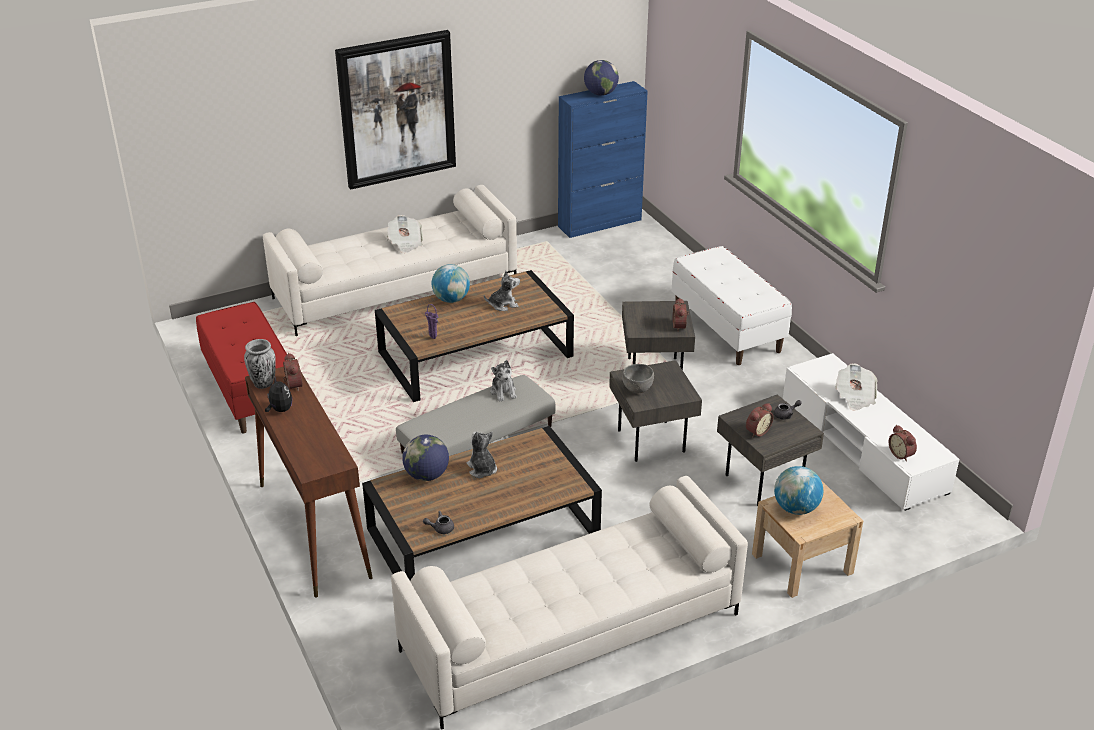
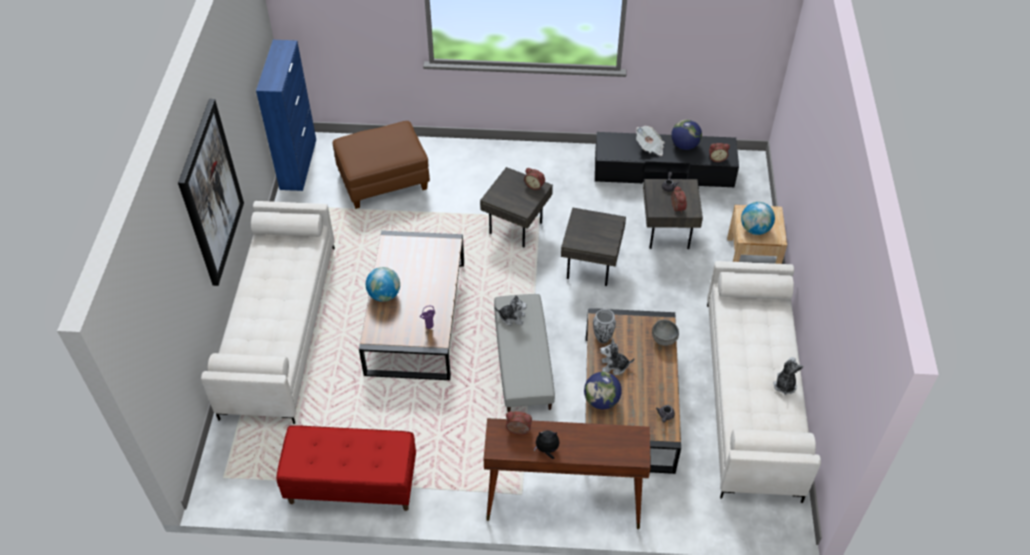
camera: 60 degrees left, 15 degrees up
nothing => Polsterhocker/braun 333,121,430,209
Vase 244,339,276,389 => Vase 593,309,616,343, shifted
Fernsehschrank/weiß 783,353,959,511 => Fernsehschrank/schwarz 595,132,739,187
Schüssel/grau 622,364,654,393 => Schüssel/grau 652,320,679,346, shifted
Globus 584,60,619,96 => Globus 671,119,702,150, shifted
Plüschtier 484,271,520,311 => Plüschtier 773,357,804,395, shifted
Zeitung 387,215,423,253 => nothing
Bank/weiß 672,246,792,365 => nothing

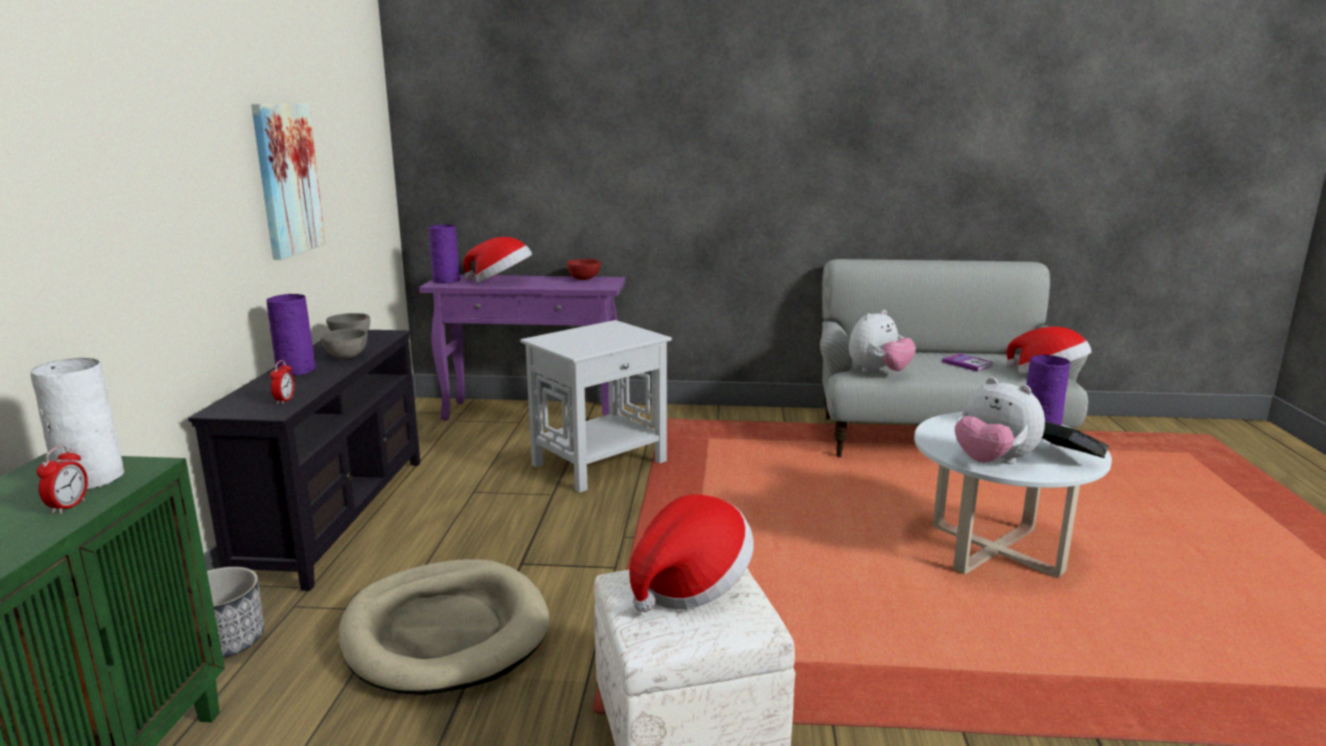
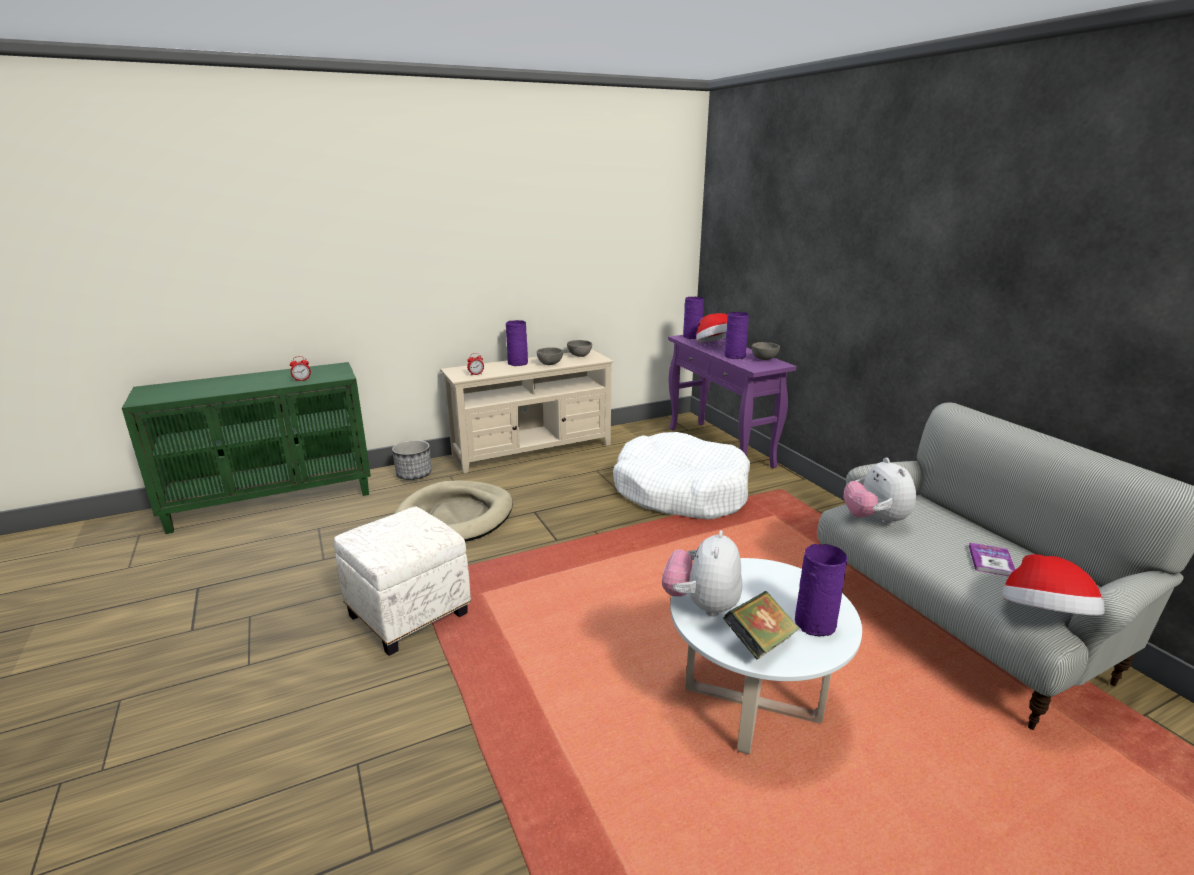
camera: 60 degrees right, 5 degrees up
Fernsehschrank/schwarz 188,330,420,591 => Fernsehschrank/beige 441,350,613,473
Beistelltisch/weiß 520,320,672,493 => Hundebett/weiß 613,432,750,519
nothing => Vase/lila 724,312,749,359
Schüssel/rot 567,259,601,280 => Schüssel/grau 752,342,780,360
Plüschtier 849,310,916,373 => Plüschtier 844,458,916,525, 60 degrees clockwise
Vase/weiß 31,358,124,490 => nothing
Bild 251,103,326,260 => nothing
Hut 629,494,754,612 => nothing

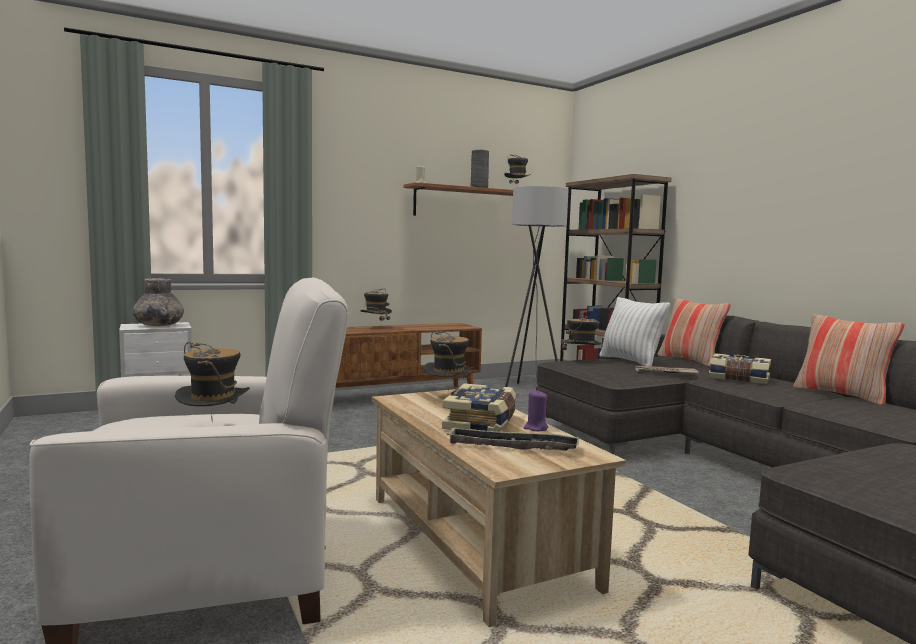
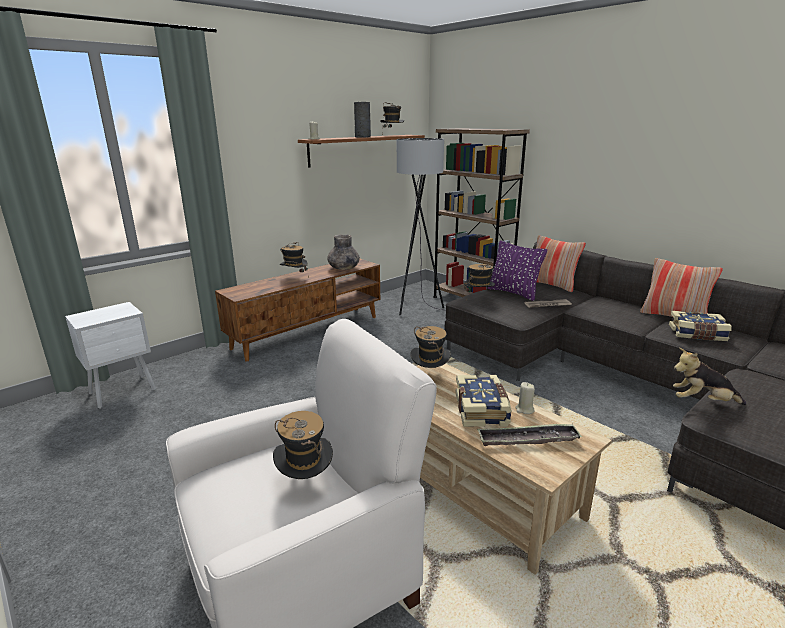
camera: 15 degrees left, 15 degrees up
Vase/grau 133,278,184,326 => Vase/grau 327,234,360,270, shifted
Kissen/weiß 599,297,670,366 => Kissen/lila 488,241,547,301
Kerze/lila 524,390,548,431 => Kerze/beige 515,382,535,414
Buch 709,353,771,384 => Buch 669,311,732,341, shifted
nothing => Plüschtier 673,348,746,405

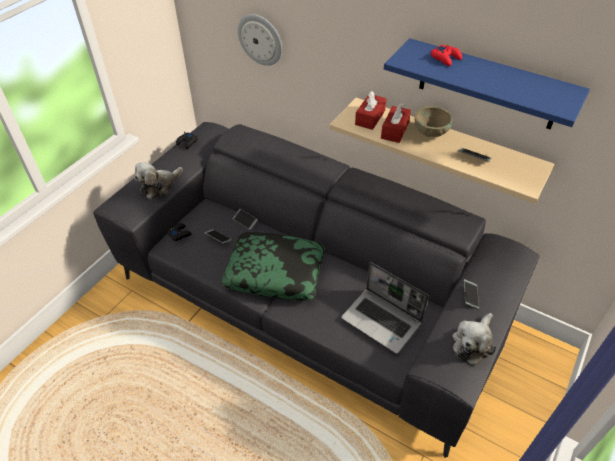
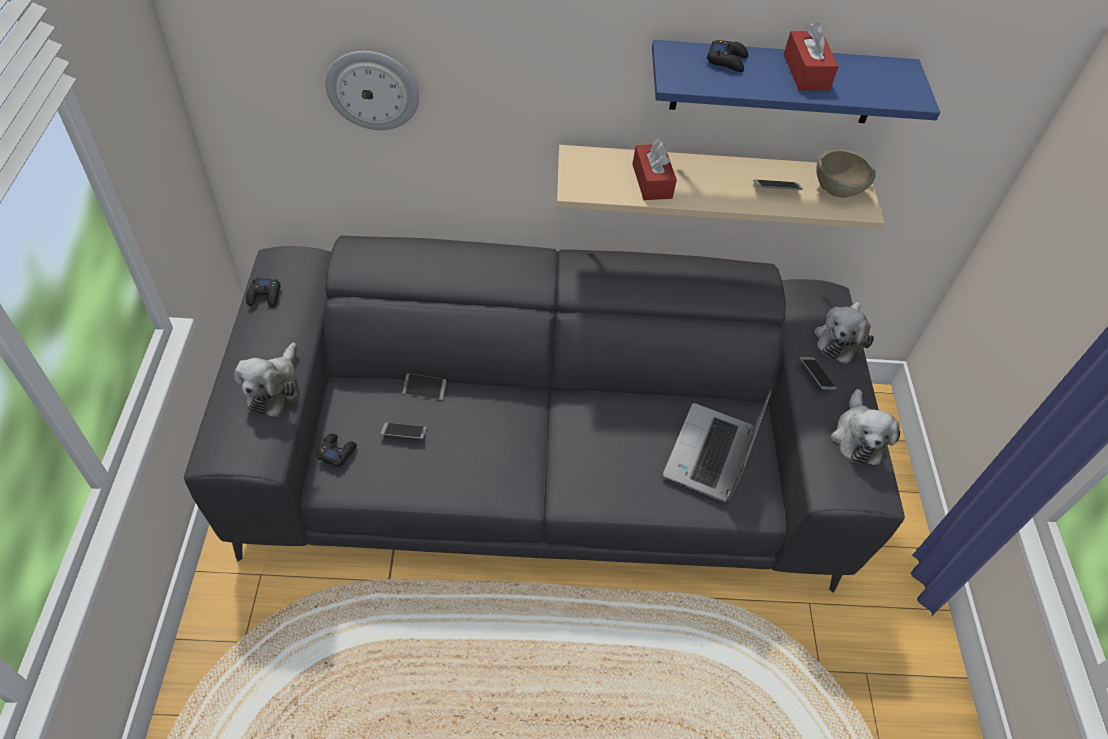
camera: 35 degrees left, 5 degrees up
Laptop 341,262,429,354 => Laptop 663,389,771,502, 105 degrees clockwise
Gamepad/rot 431,45,462,66 => Gamepad/schwarz 707,40,748,72
Taschentuchbox/rot 355,91,386,130 => Taschentuchbox/rot 784,23,838,90, shifted
nothing => Plüschtier 814,302,874,364
Schüssel/beige 415,106,453,137 => Schüssel/beige 816,149,876,198, shifted
Kissen 222,232,326,301 => nothing

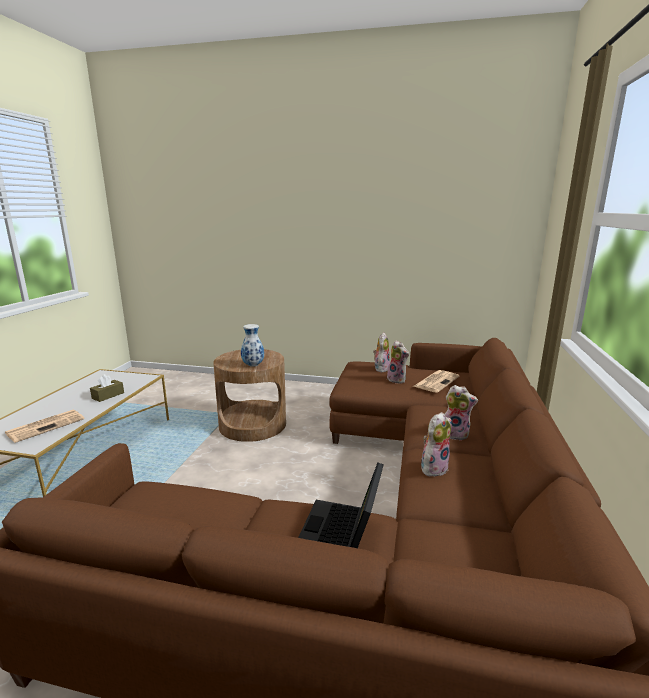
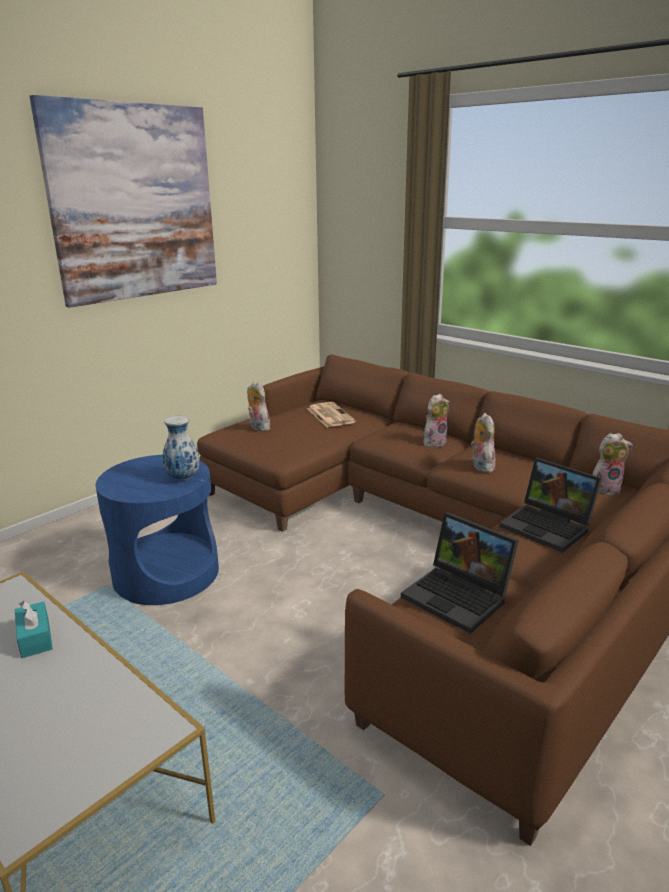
camera: 60 degrees left, 5 degrees up
Taschentuchbox/braun 90,374,124,402 => Taschentuchbox/türkis 15,601,53,658
nothing => Bild 29,95,217,308
Beistelltisch/braun 213,349,286,442 => Beistelltisch/blau 96,455,219,605
nothing => Laptop 401,512,519,634
Plüschtier 386,340,409,384 => Plüschtier 592,433,633,495, shifted
Zeitung 5,410,85,443 => nothing

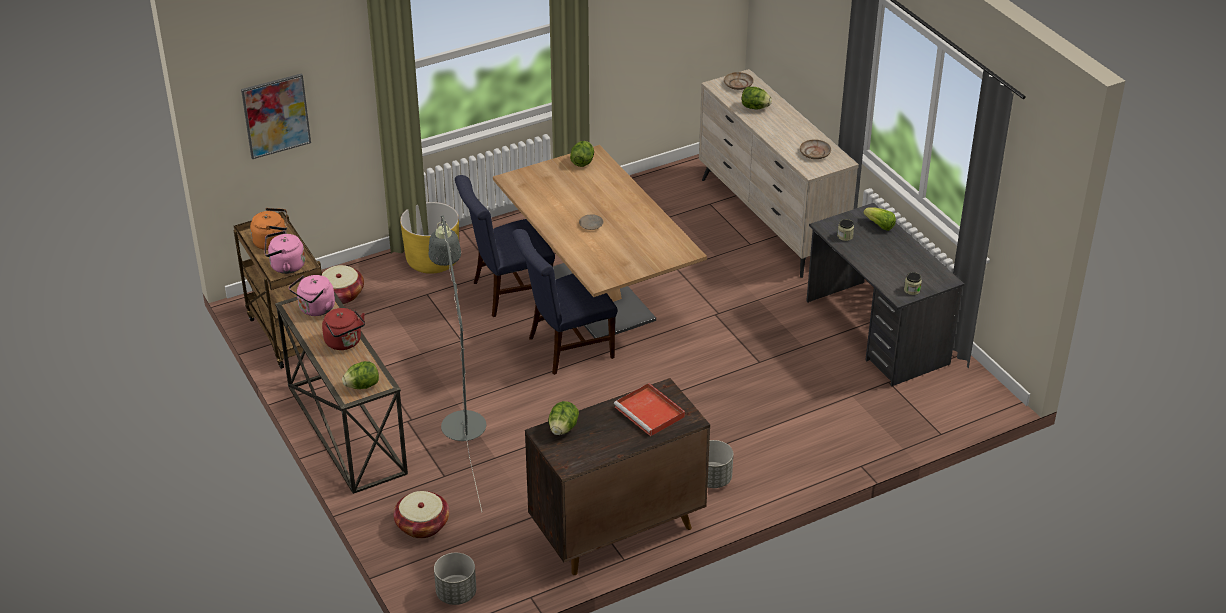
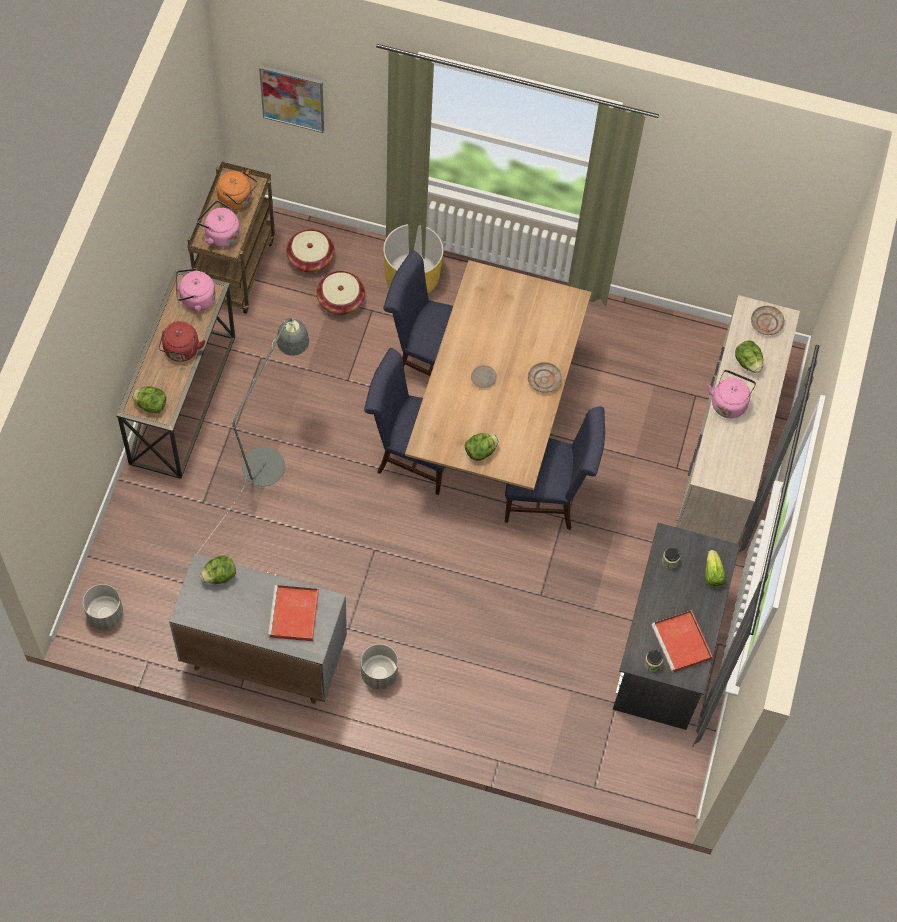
camera: 40 degrees right, 25 degrees up
Schrank/braun 525,378,710,575 => Schrank/grau 169,553,347,704
Korb 393,491,449,538 => Korb 317,271,365,315, shifted
Salatkopf 570,141,594,167 => Salatkopf 465,433,499,461, shifted
nothing => Stuhl/blau 505,407,605,530
Teller/beige 800,139,831,159 => Teller/beige 528,362,562,393, shifted
nothing => Tablett/rot 651,610,713,673
nothing => Wasserkessel/rosa 707,370,756,418

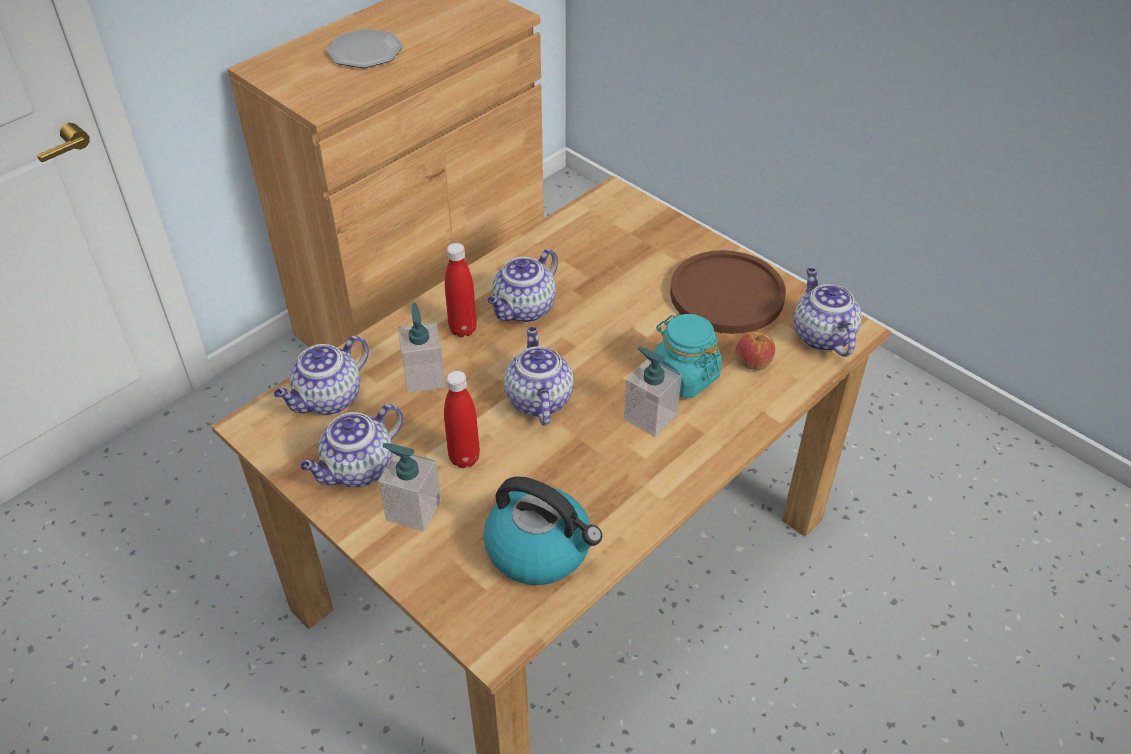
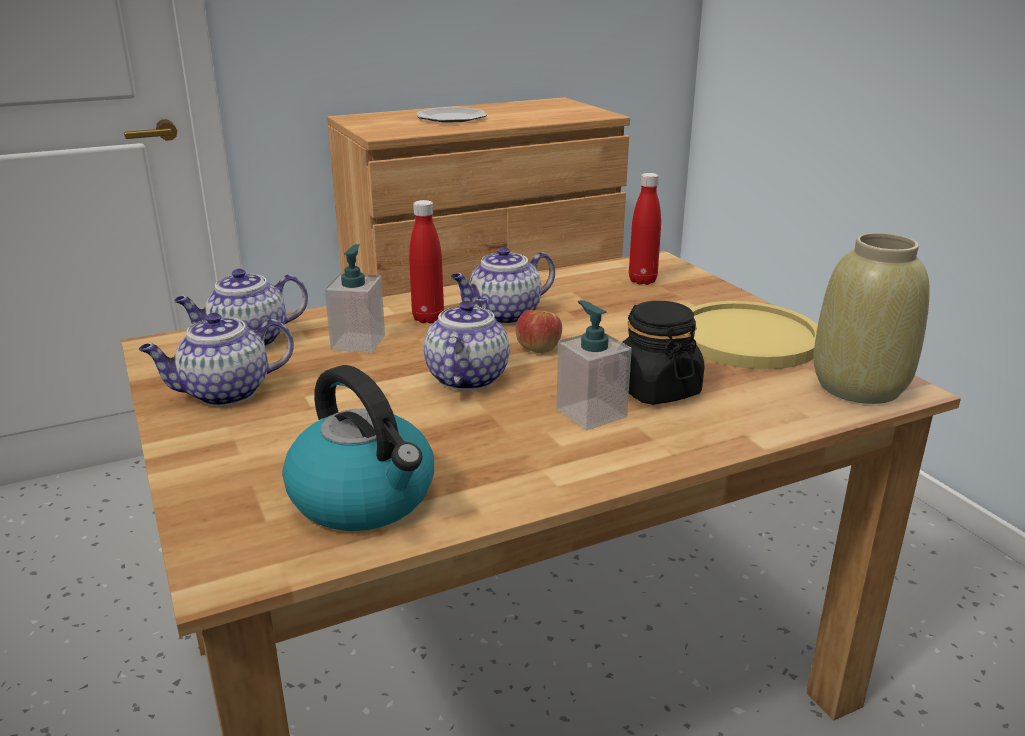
camera: 20 degrees right, 20 degrees down
Apfel 735,332,775,370 => Apfel 516,310,562,353, shifted
Vorratsglas/türkis 654,314,722,398 => Vorratsglas/schwarz 622,301,704,405
Flasche/rot 444,371,480,468 => Flasche/rot 629,173,661,285, shifted
Teller/braun 670,250,786,334 => Teller/gelb 690,301,818,369
Teekanne 794,268,862,357 => Vase/beige 813,233,930,404
Seifenspender 378,443,441,532 => nothing

